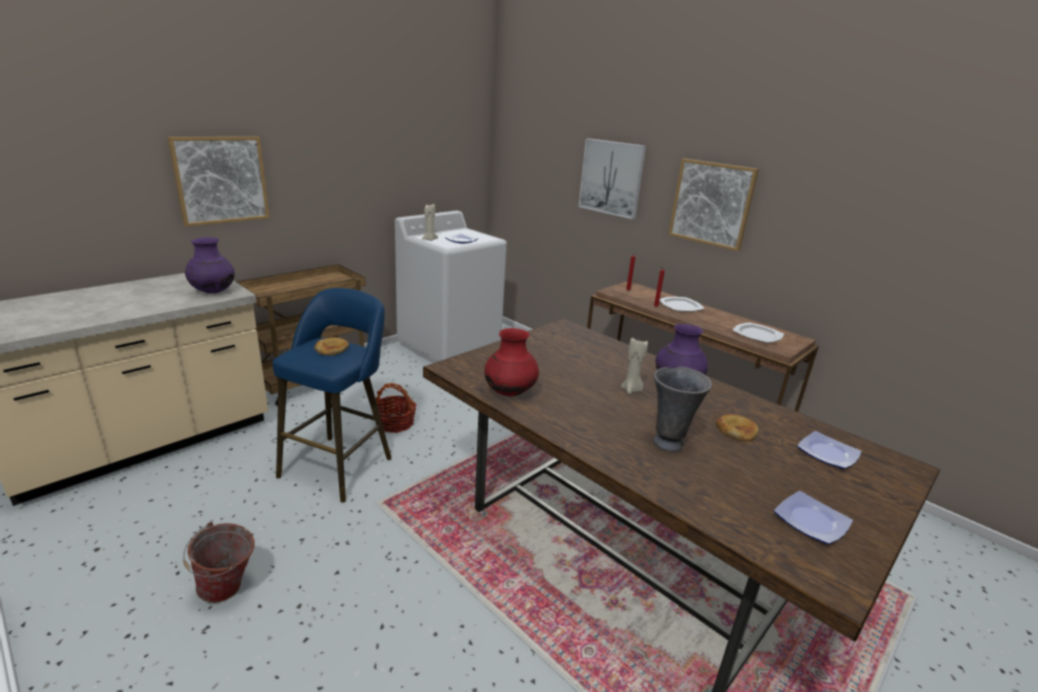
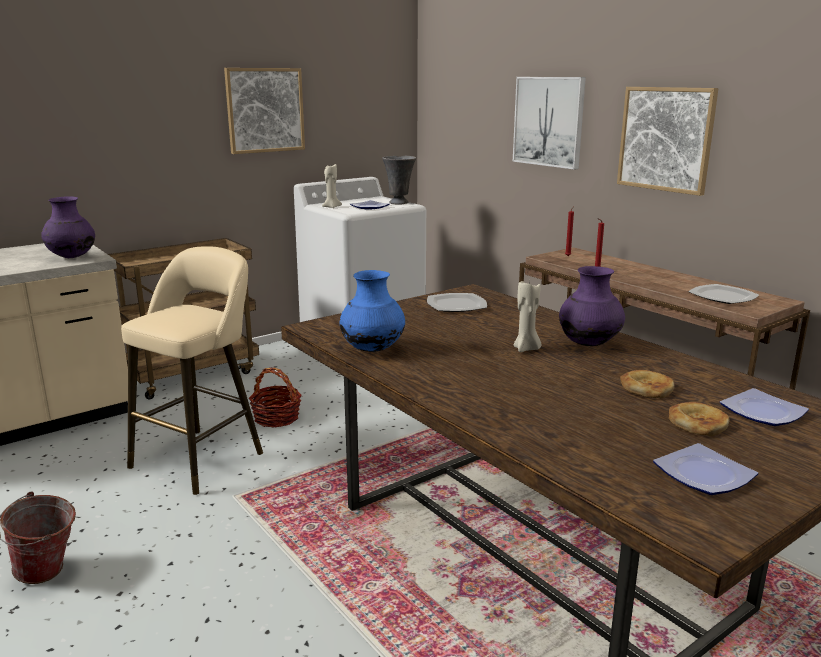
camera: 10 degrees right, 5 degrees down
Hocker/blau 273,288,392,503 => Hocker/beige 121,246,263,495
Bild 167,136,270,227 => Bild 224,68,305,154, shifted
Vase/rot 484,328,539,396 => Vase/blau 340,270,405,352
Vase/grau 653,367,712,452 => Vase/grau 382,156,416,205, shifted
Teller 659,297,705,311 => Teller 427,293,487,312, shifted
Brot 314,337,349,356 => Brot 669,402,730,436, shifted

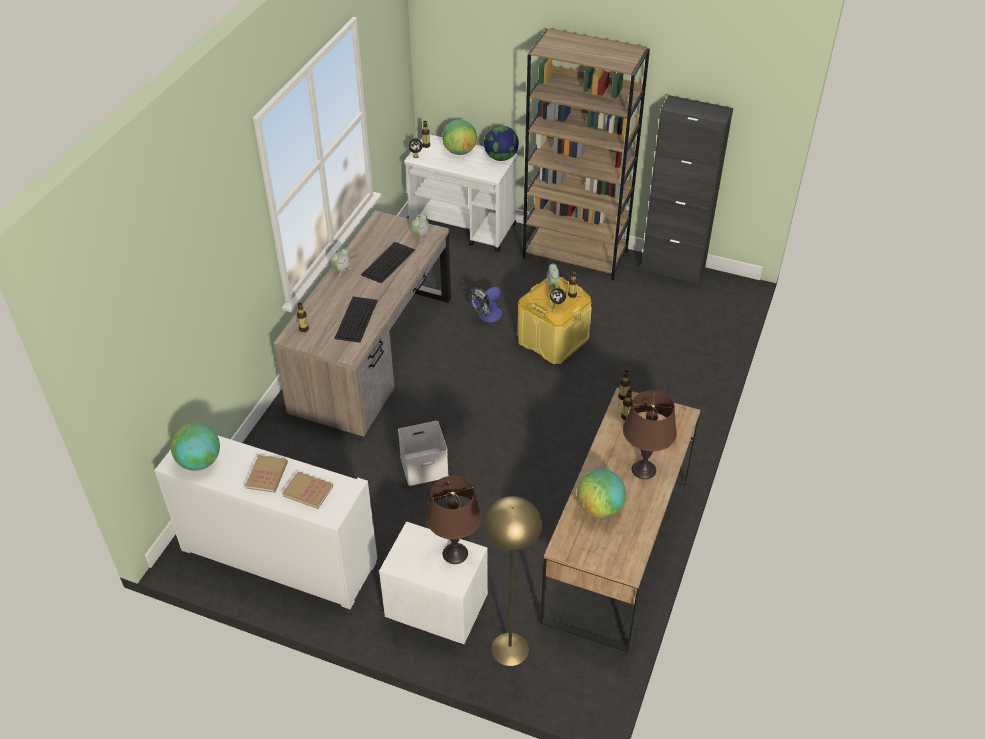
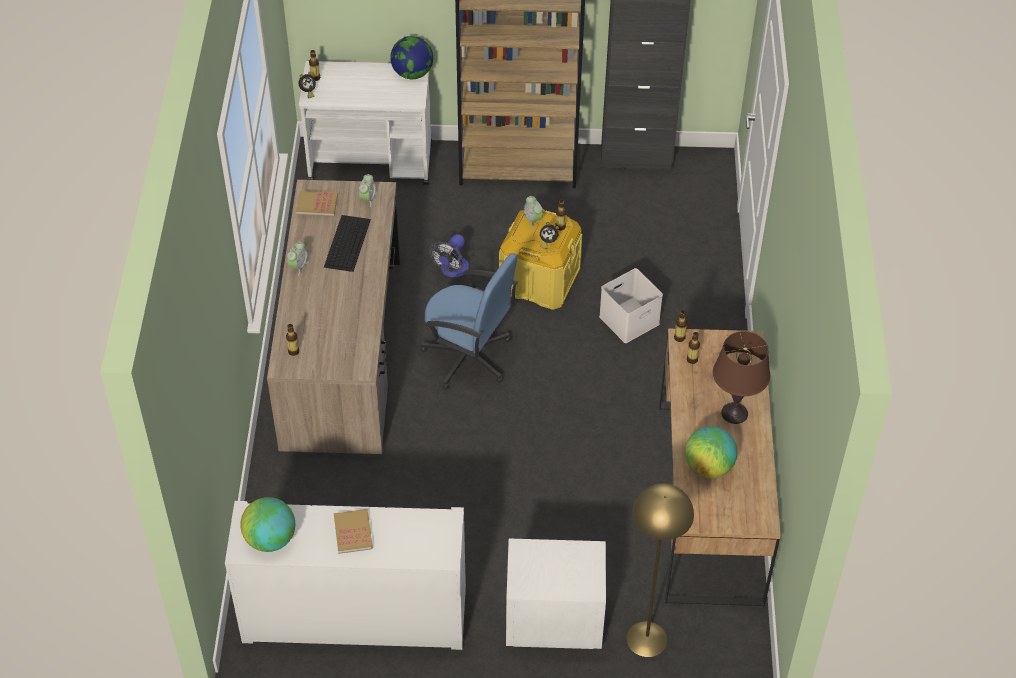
camera: 20 degrees left, 5 degrees up
Buch 282,472,333,509 => Buch 296,191,338,216, shifted
nothing => Bürostuhl/blau 420,253,518,389
Aufbewahrungsbox/weiß 398,421,449,486 => Aufbewahrungsbox/weiß 599,268,663,343, shifted
Tastatur 334,297,378,343 => nothing
Tischlampe/braun 426,476,482,564 => nothing
Globus 442,120,477,155 => nothing

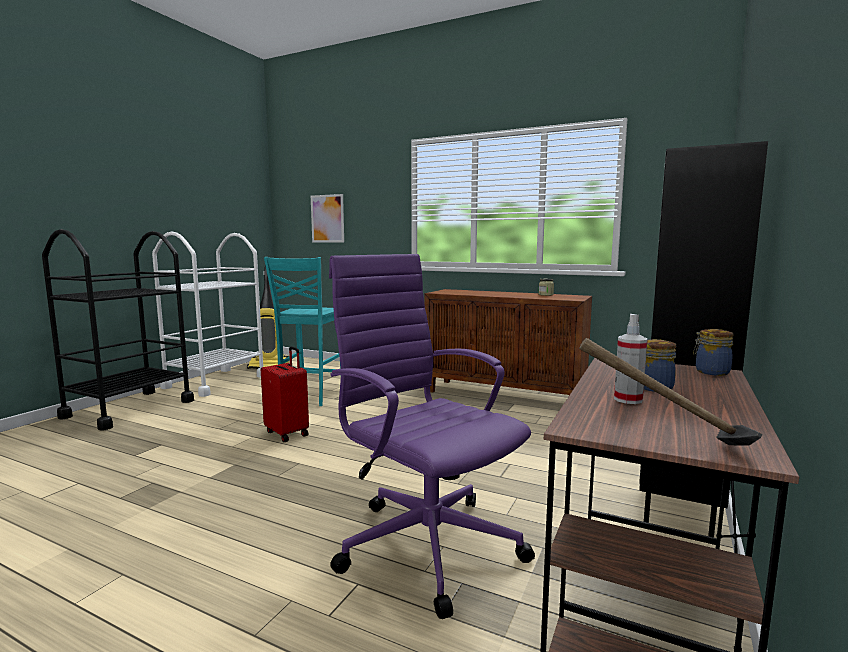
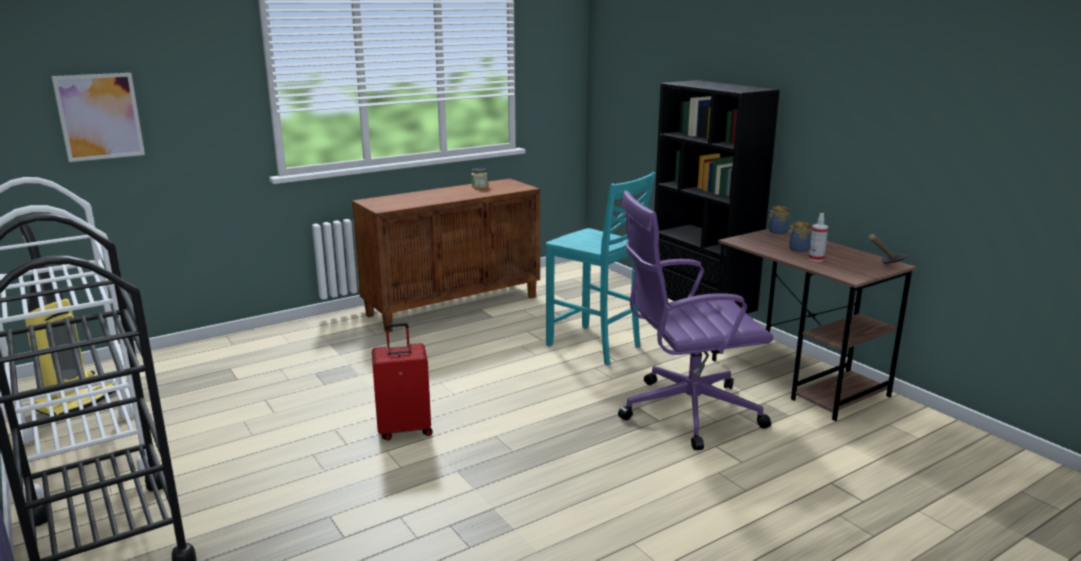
camera: 60 degrees left, 10 degrees up
Stuhl/türkis 264,257,341,406 => Stuhl/türkis 546,172,656,365, shifted

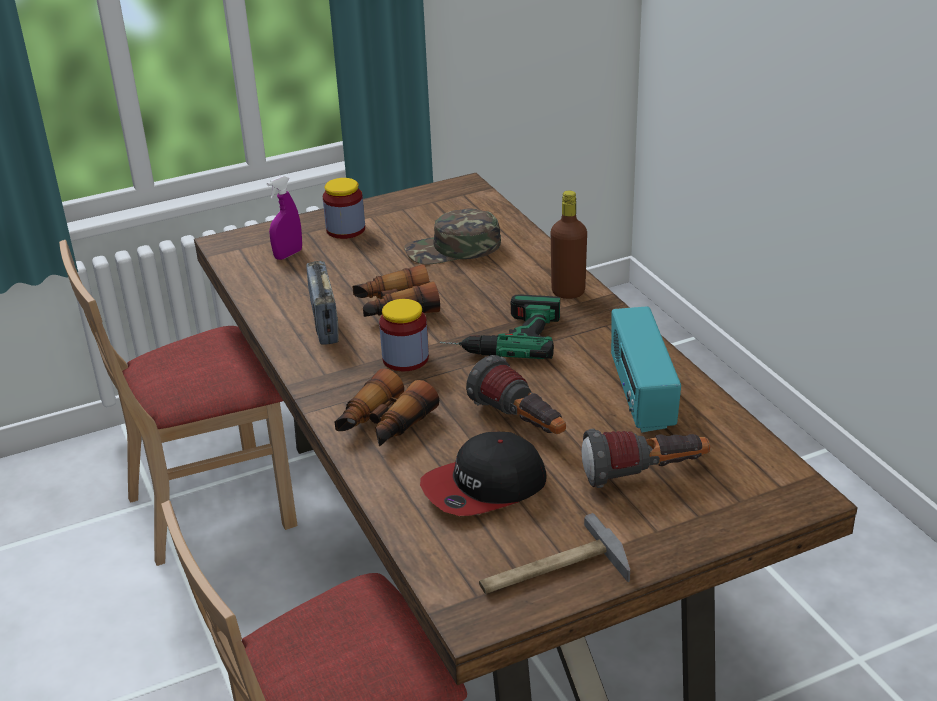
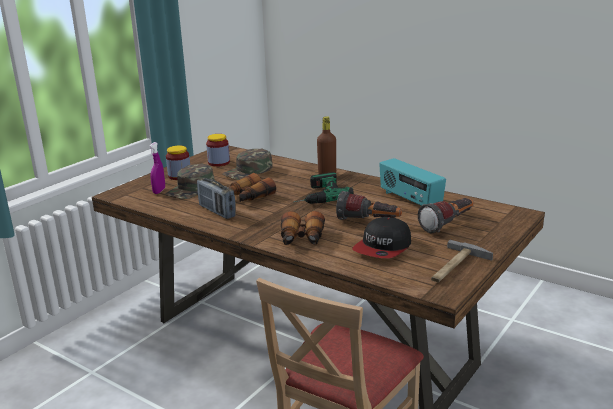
camera: 30 degrees left, 10 degrees down
nothing => Kappe/grün 165,164,214,199
Vorratsglas 379,299,429,371 => Vorratsglas 206,134,230,167, shifted
Stuhl/beige 59,240,298,566 => nothing

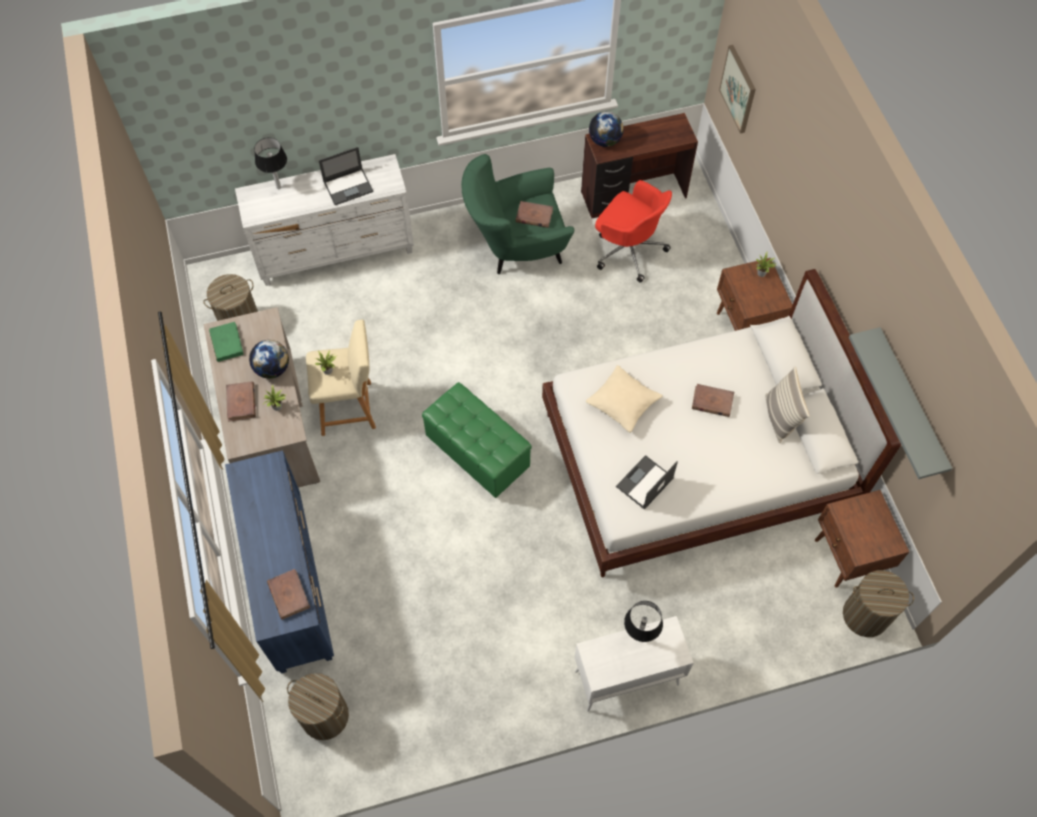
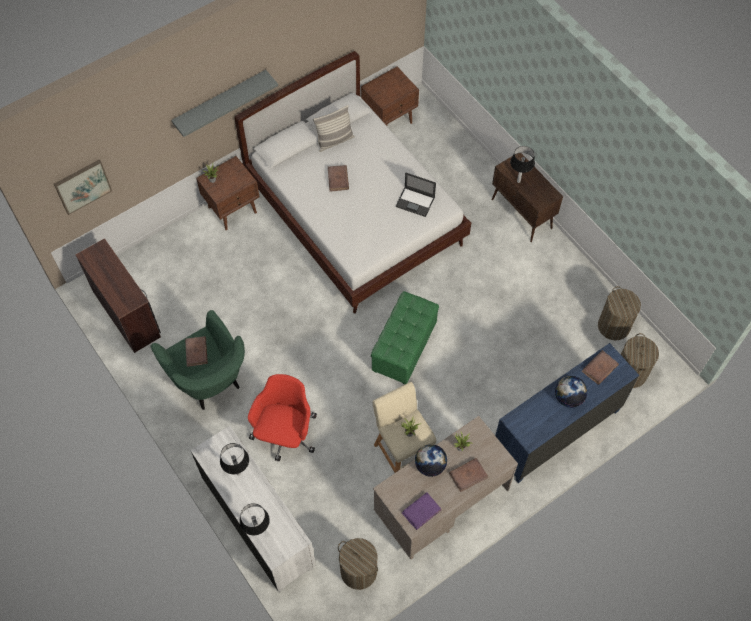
camera: 110 degrees left, 0 degrees up
Wandregal/grau 849,327,952,479 => Wandregal/grau 171,70,278,137, shifted
Laptop 319,147,374,205 => Tischlampe 220,443,249,476
Bürostuhl/rot 595,180,672,282 => Bürostuhl/rot 248,374,317,461, shifted
Buch/grün 209,322,244,362 => Buch/lila 402,492,441,530
Schrank/weiß 575,616,693,712 => Schrank/braun 492,153,563,242
Globus 589,111,624,147 => Globus 555,376,587,408, shifted
Wäschekorb 843,570,914,637 => Wäschekorb 598,286,641,340, shifted
Kissen/beige 586,365,663,433 => nothing

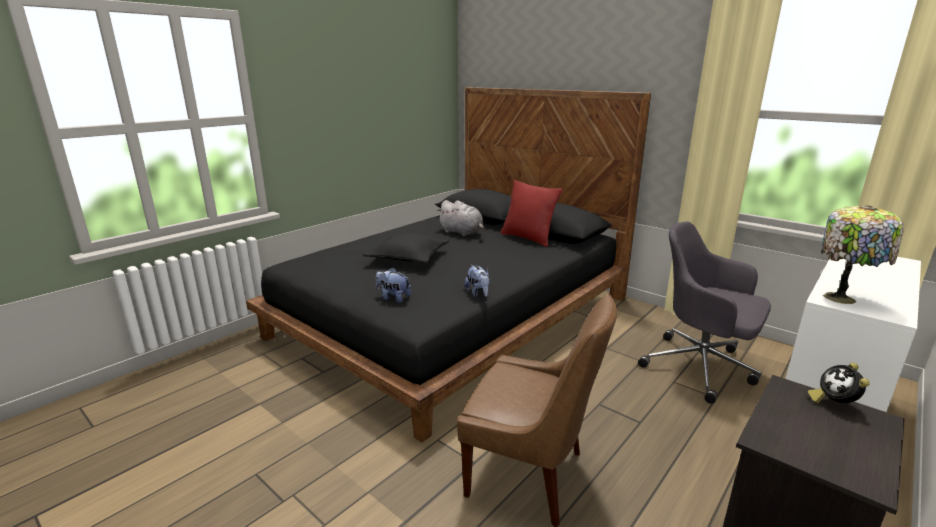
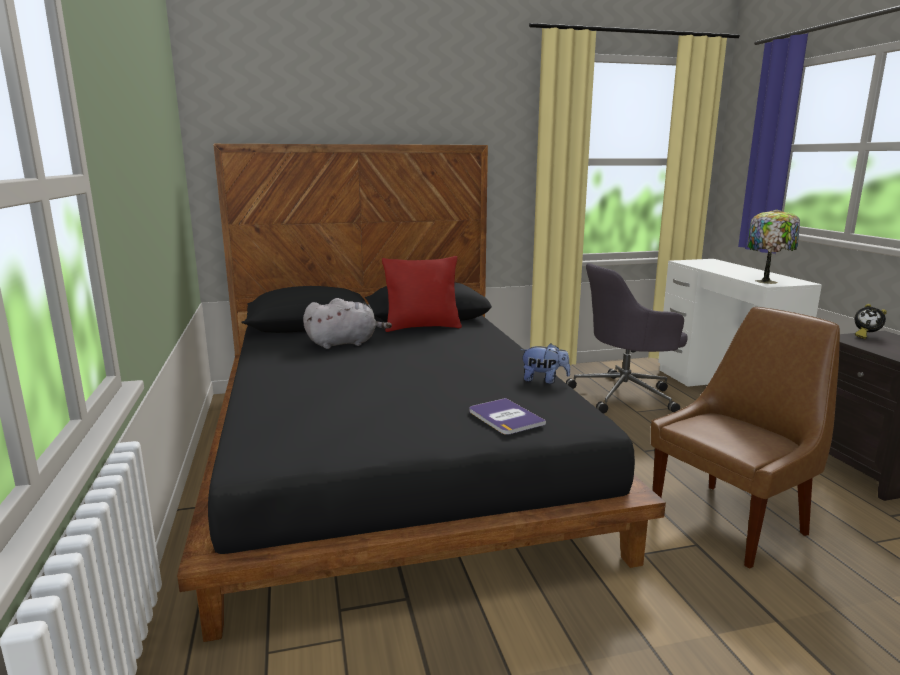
camera: 55 degrees left, 5 degrees down
Plüschtier 375,267,411,303 => Buch 469,398,546,435
Kissen/schwarz 363,233,450,263 => nothing

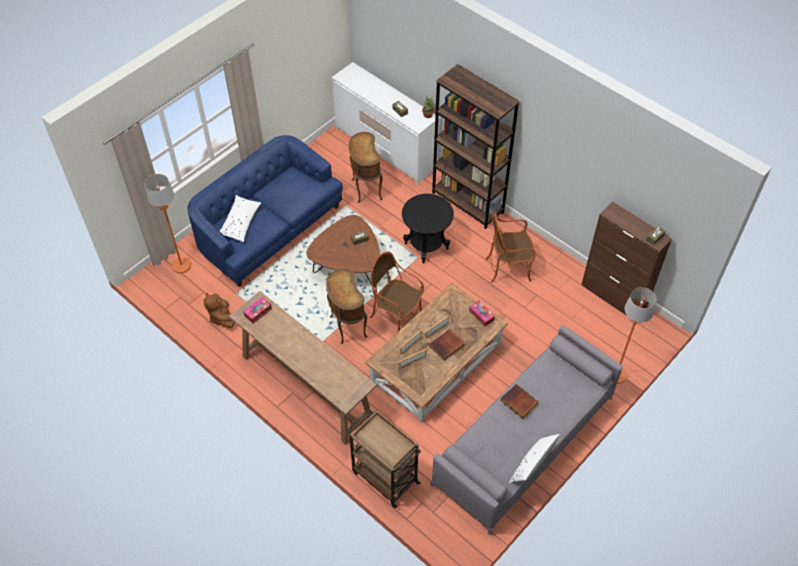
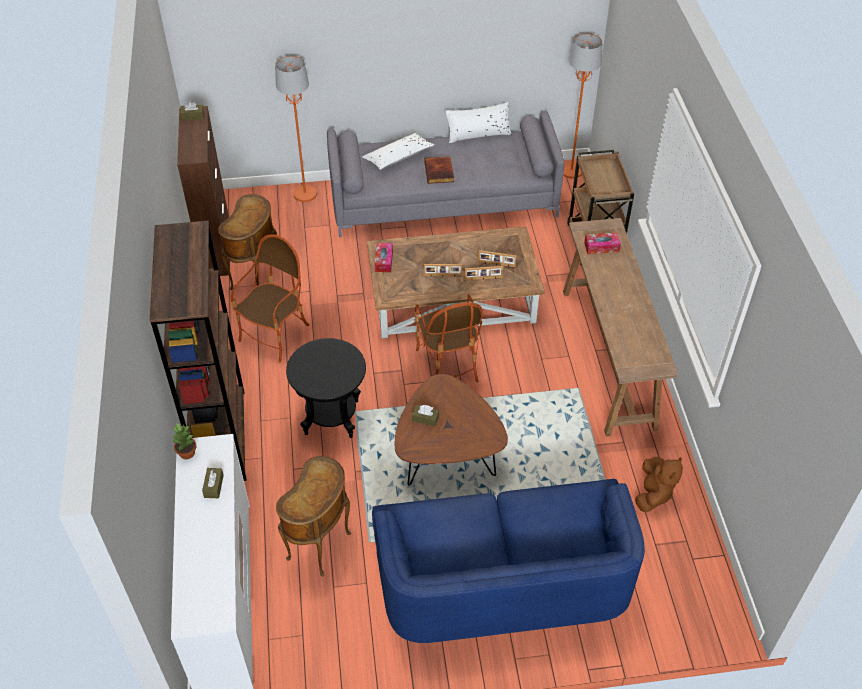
camera: 140 degrees left, 5 degrees down
Beistelltisch/braun 326,268,368,344 => Beistelltisch/braun 218,194,278,290, shifted
Sessel 485,211,536,283 => Sessel 231,234,309,363, 90 degrees counterclockwise
Kissen/weiß 220,195,261,242 => Kissen/weiß 362,133,434,170, shifted
Stehlampe/orange 145,174,191,273 => Stehlampe/orange 563,33,603,179, shifted
Taschentuchbox 243,297,272,323 => Taschentuchbox 584,233,621,254, shifted
Buch 429,329,465,361 => nothing

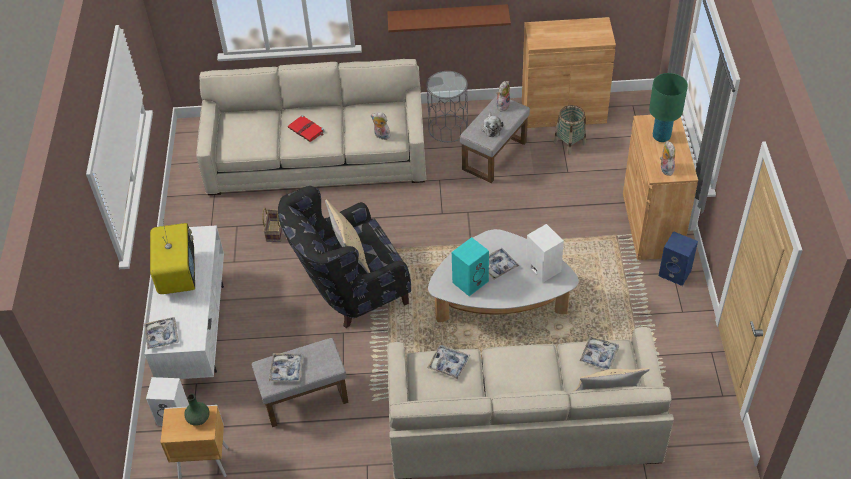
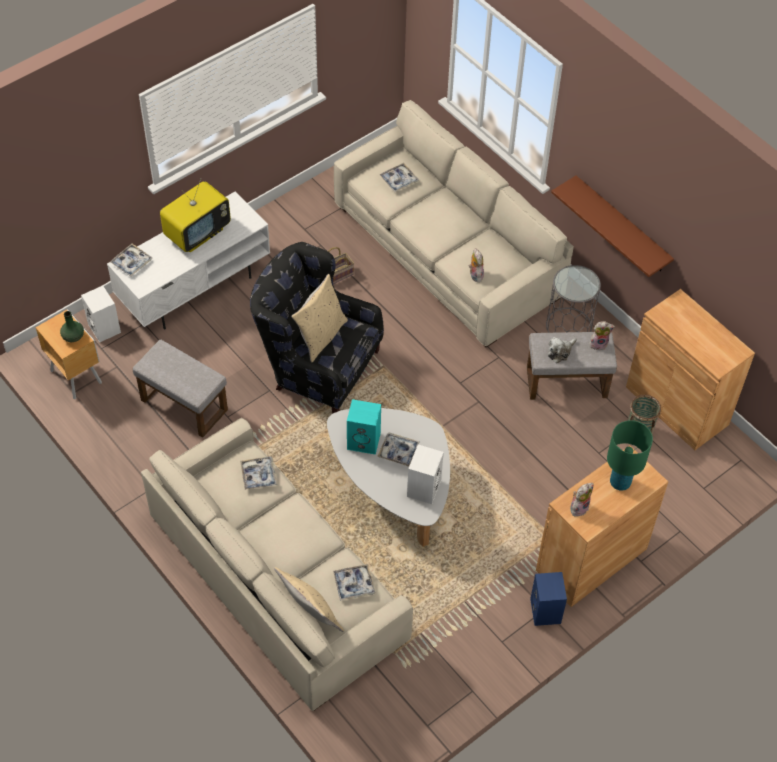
camera: 50 degrees right, 5 degrees up
Tablett 269,353,303,382 => Tablett 380,163,419,192, shifted
Buch/rot 288,115,324,142 => nothing

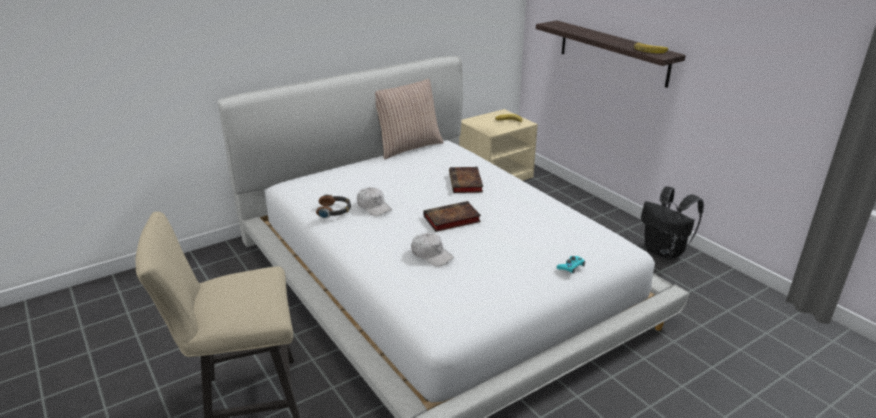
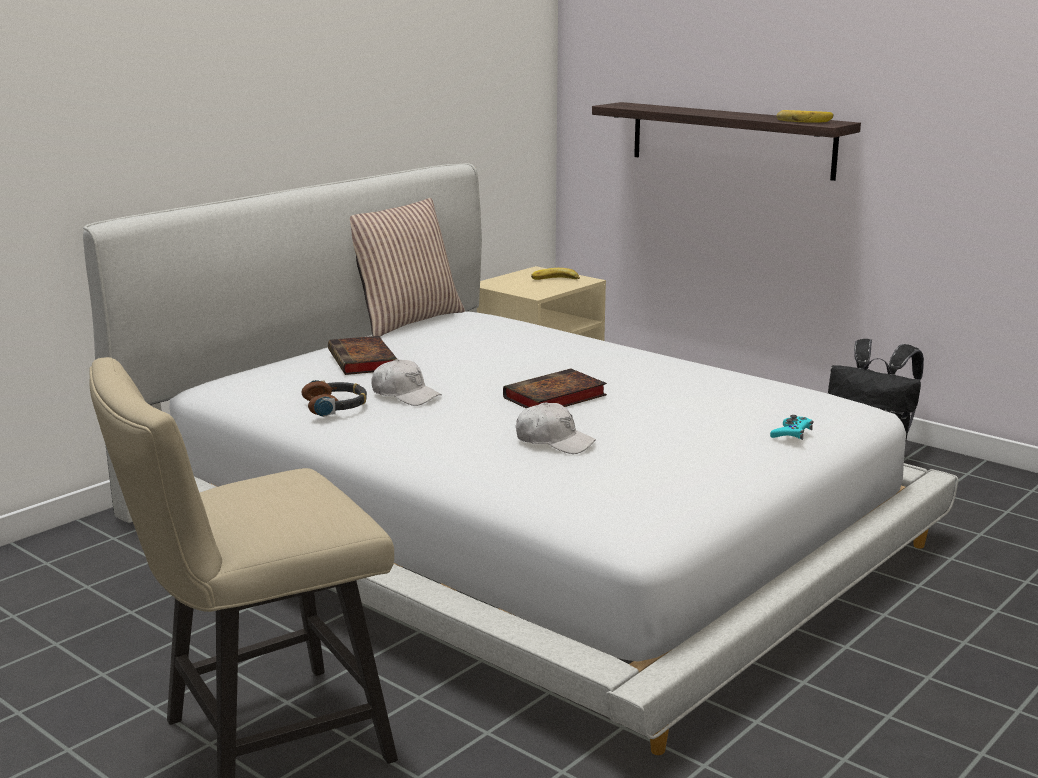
camera: 15 degrees left, 10 degrees down
Buch 449,167,483,193 => Buch 328,336,397,375, shifted

